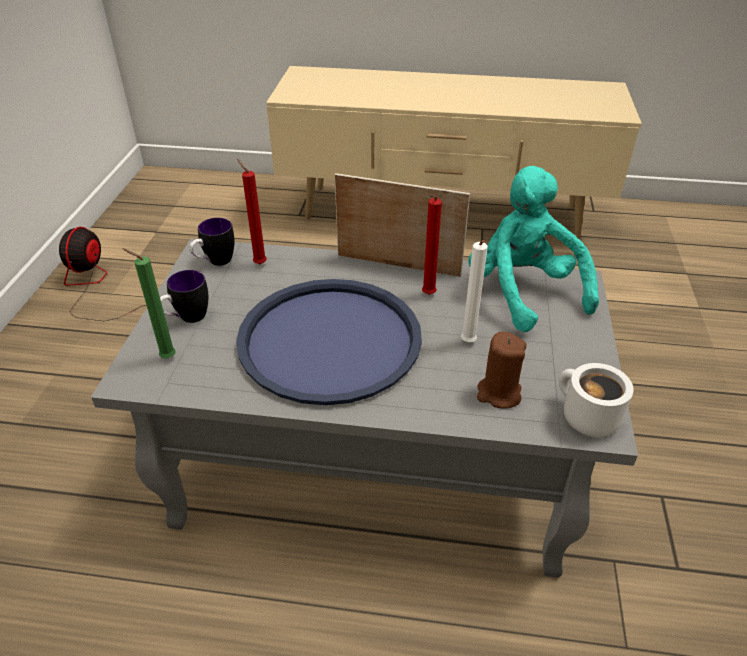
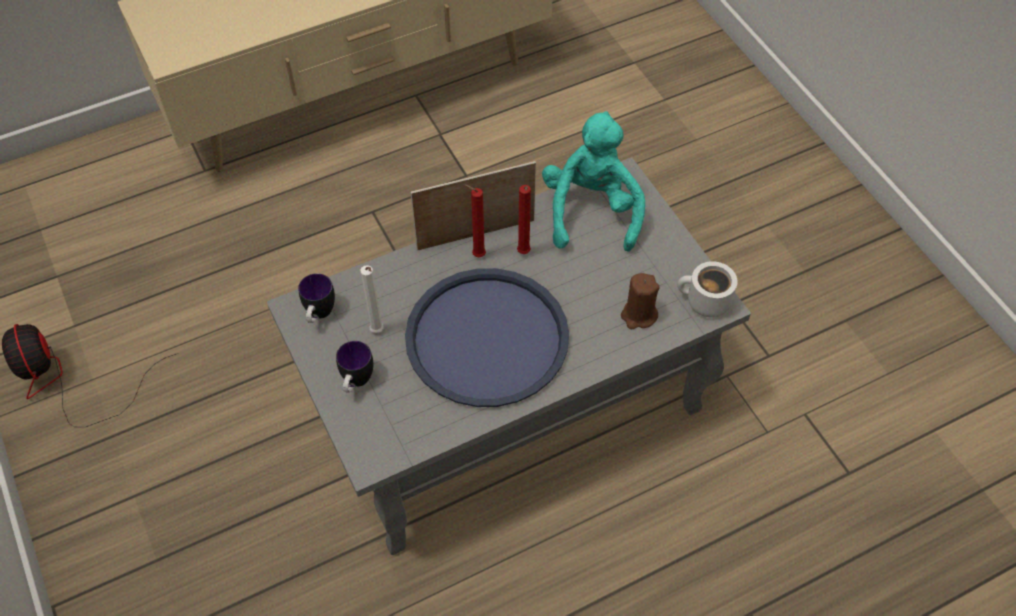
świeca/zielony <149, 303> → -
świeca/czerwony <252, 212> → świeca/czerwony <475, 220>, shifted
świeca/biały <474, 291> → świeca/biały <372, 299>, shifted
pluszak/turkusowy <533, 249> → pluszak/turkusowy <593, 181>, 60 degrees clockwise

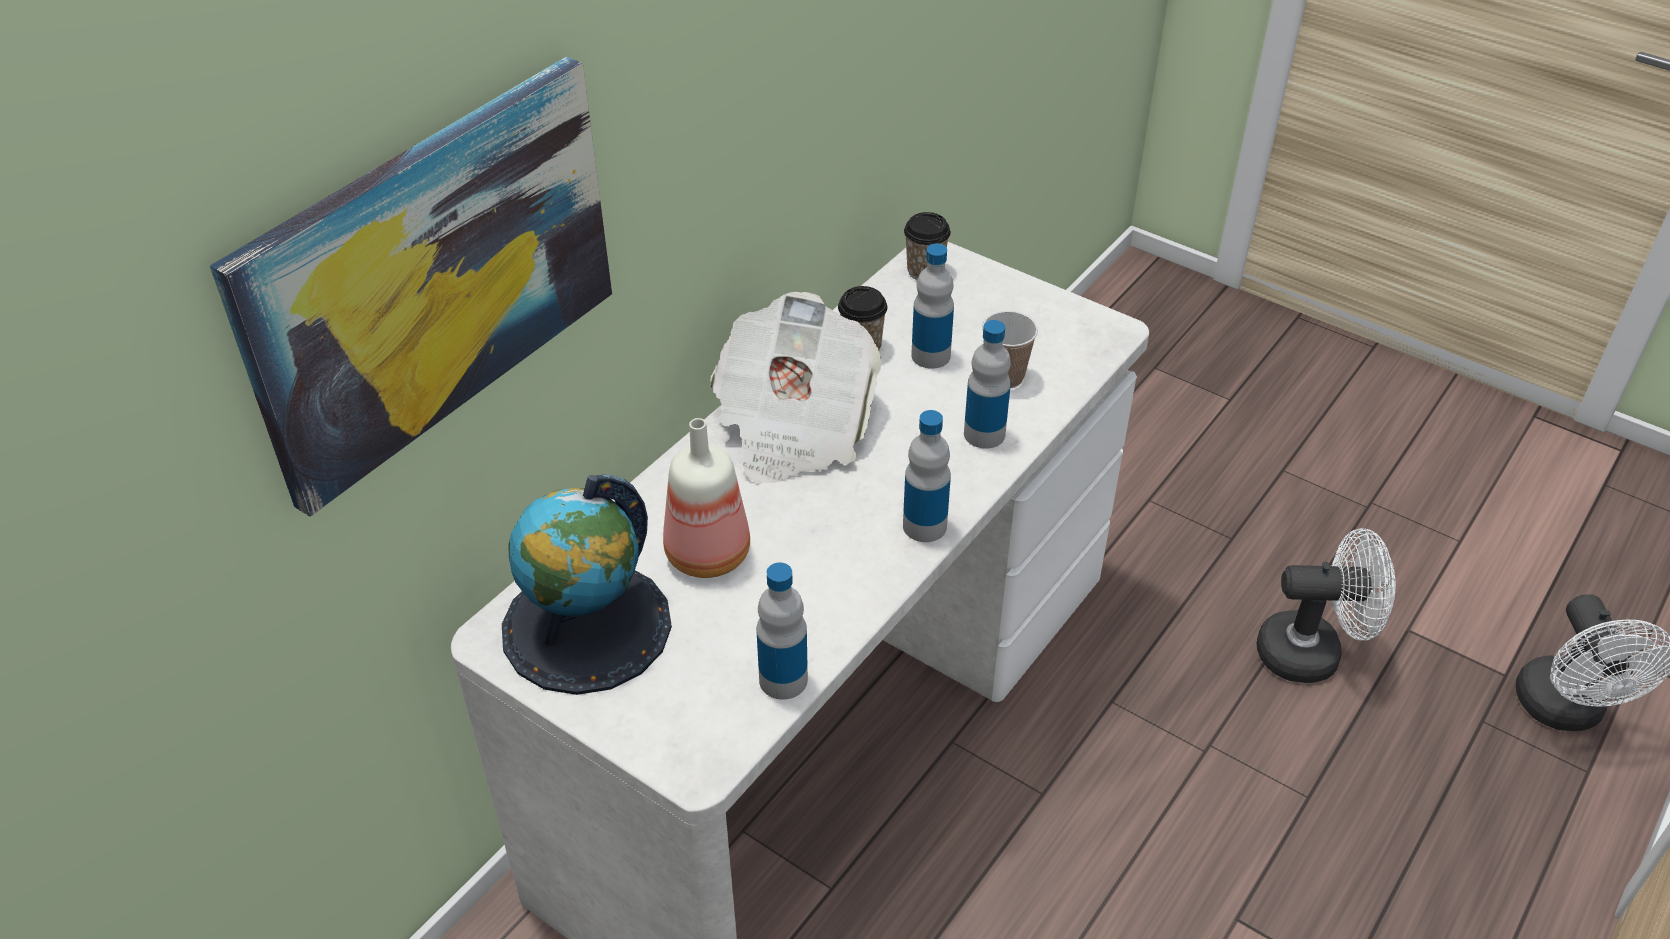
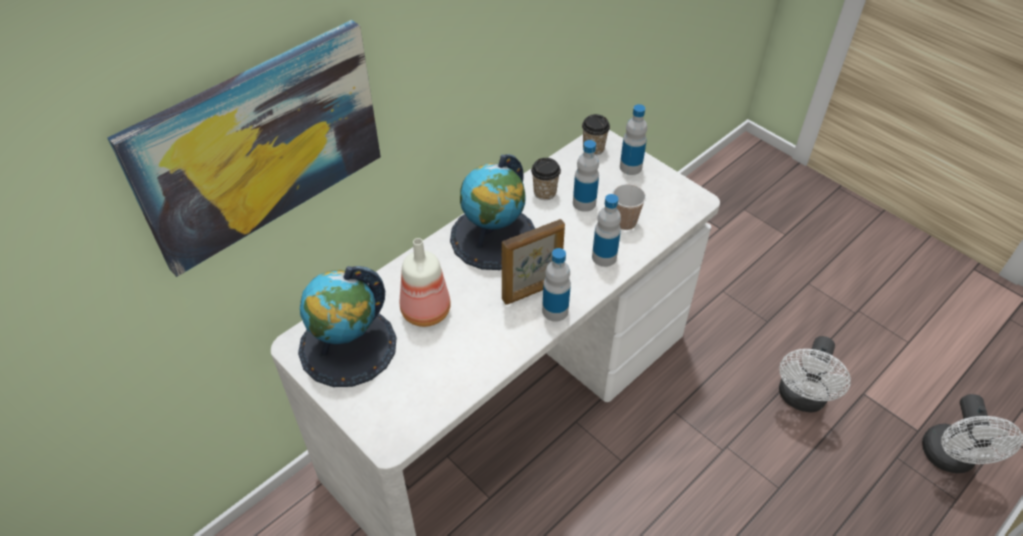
- → ramka na zdjęcie <533, 262>
butelka <782, 631> → butelka <633, 139>, shifted
gazeta <796, 388> → globus <492, 212>
wentylator/biały <1326, 605> → wentylator/biały <814, 374>, 105 degrees clockwise

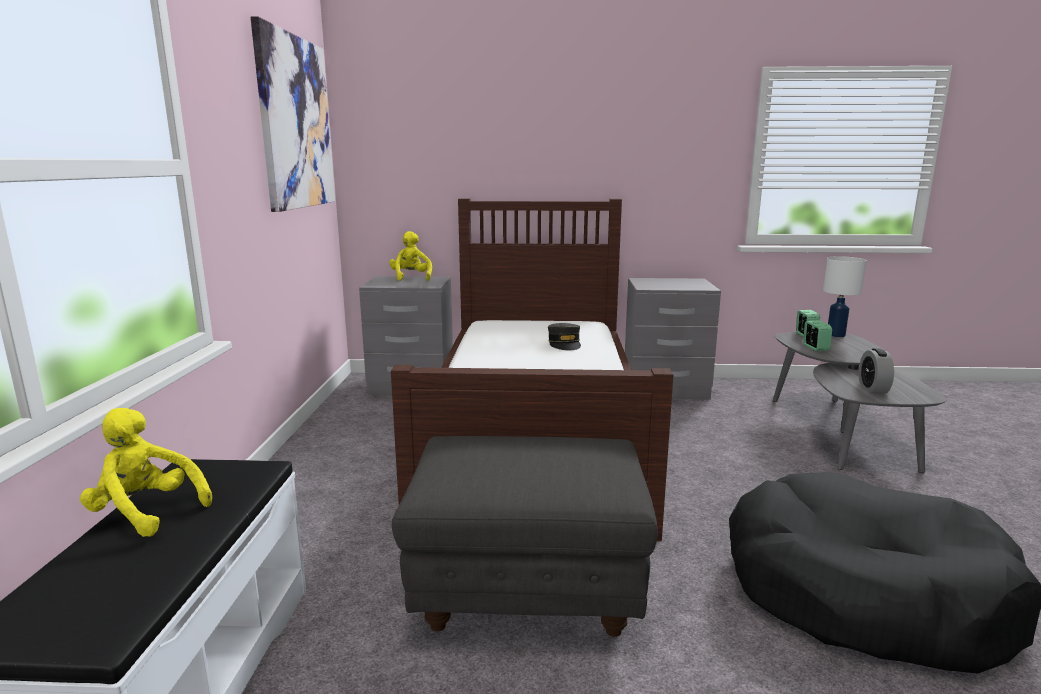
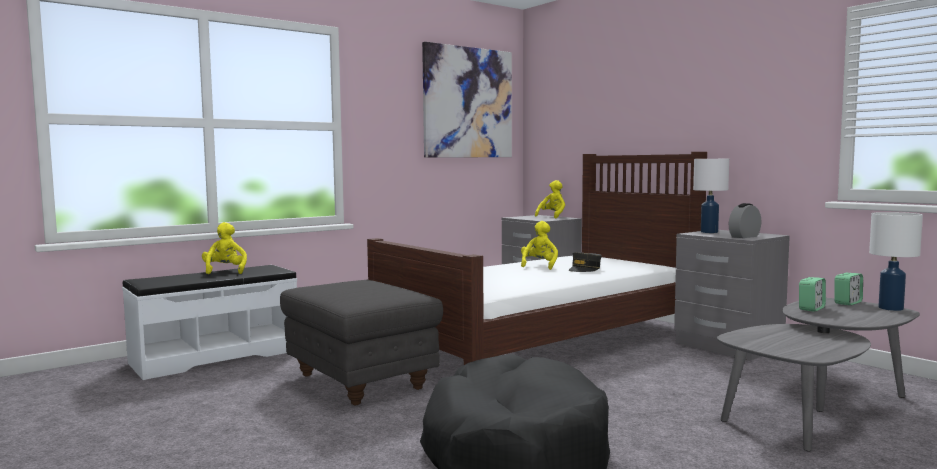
- → pluszak/żółty <539, 245>
- → lampa stołowa/biały <711, 196>
budzik <876, 370> → budzik <745, 220>, shifted

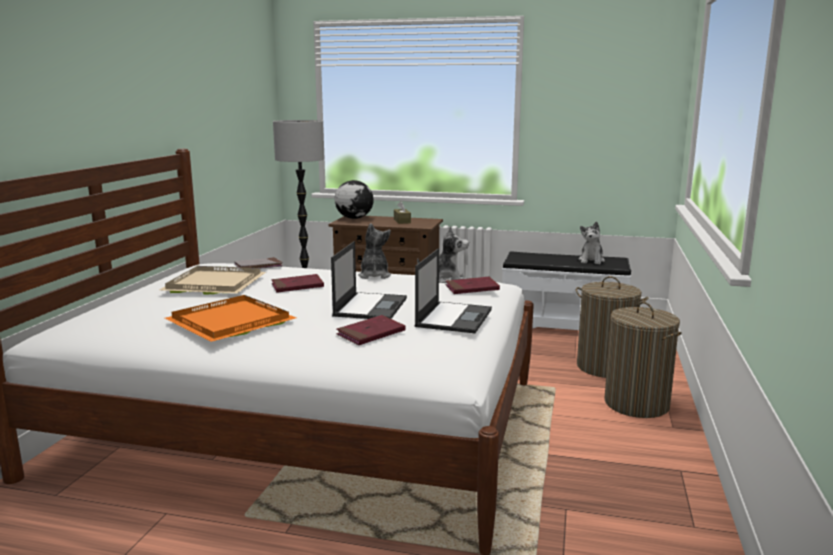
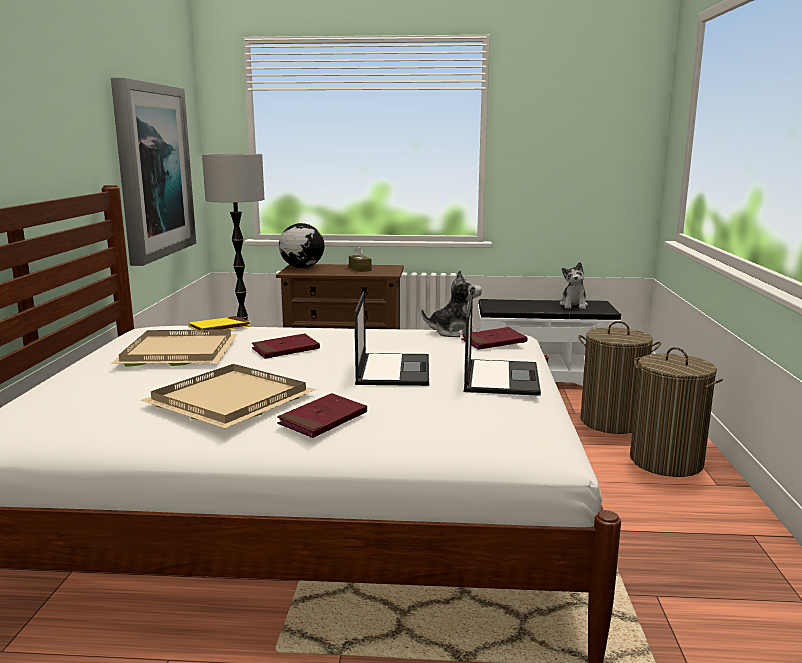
pluszak <374, 251> → -
- → obraz <153, 172>
książka/czerwony <371, 330> → książka/czerwony <322, 415>, shifted
taca/pomarańczowy <230, 318> → taca/beżowy <228, 396>
książka/szary <258, 263> → książka/żółty <220, 324>

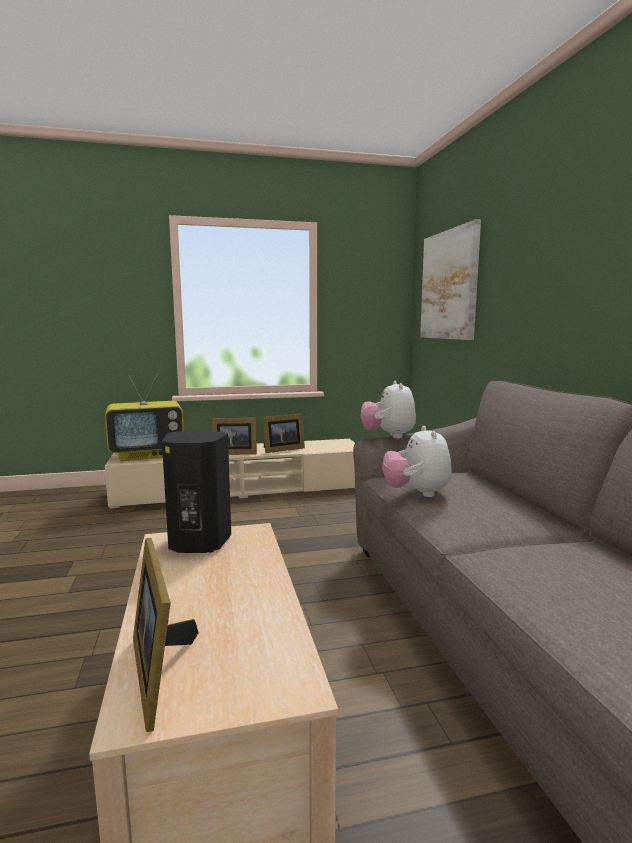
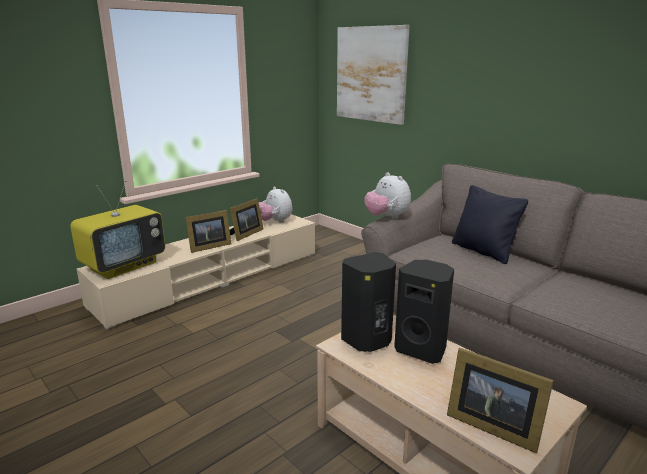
- → głośnik/czarny <424, 312>
- → poduszka/czarny <490, 224>
pluszak <417, 461> → pluszak <275, 205>, shifted

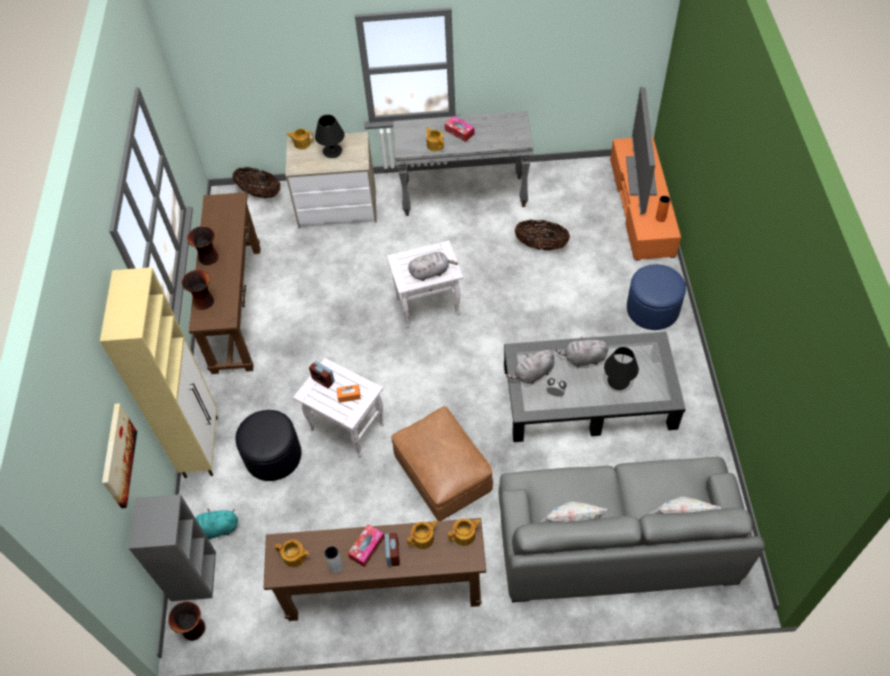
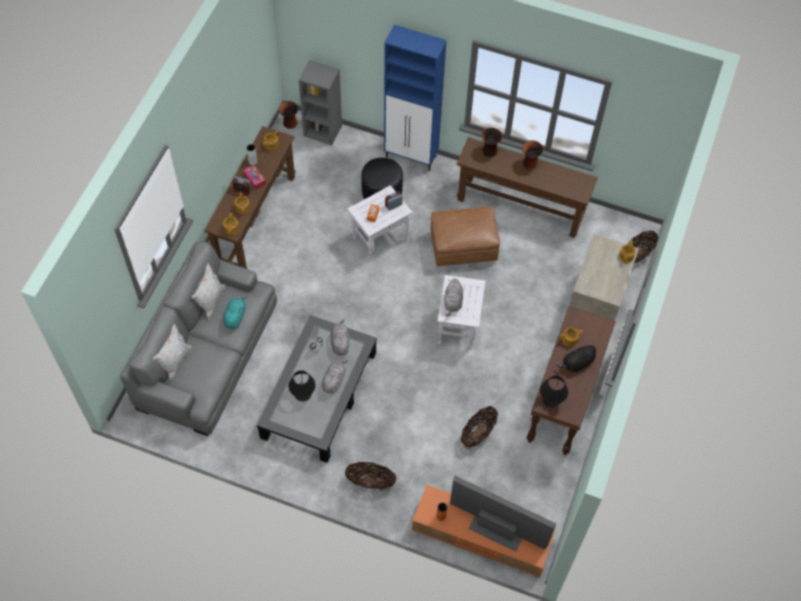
obraz <119, 455> → -
pluszak/turkusowy <216, 524> → pluszak/turkusowy <235, 312>, shifted
lampa stołowa/czarny <330, 136> → lampa stołowa/czarny <554, 391>, shifted
pufa/brązowy <442, 463> → pufa/brązowy <465, 236>, shifted
pudełko chusteczek <459, 129> → pluszak/czarny <576, 357>
pufa/niebieski <656, 297> → koszyk <371, 476>
szafka/beżowy <159, 372> → szafka/niebieski <415, 98>
stolik konsolowy/szary <463, 163> → stolik konsolowy/brązowy <571, 380>

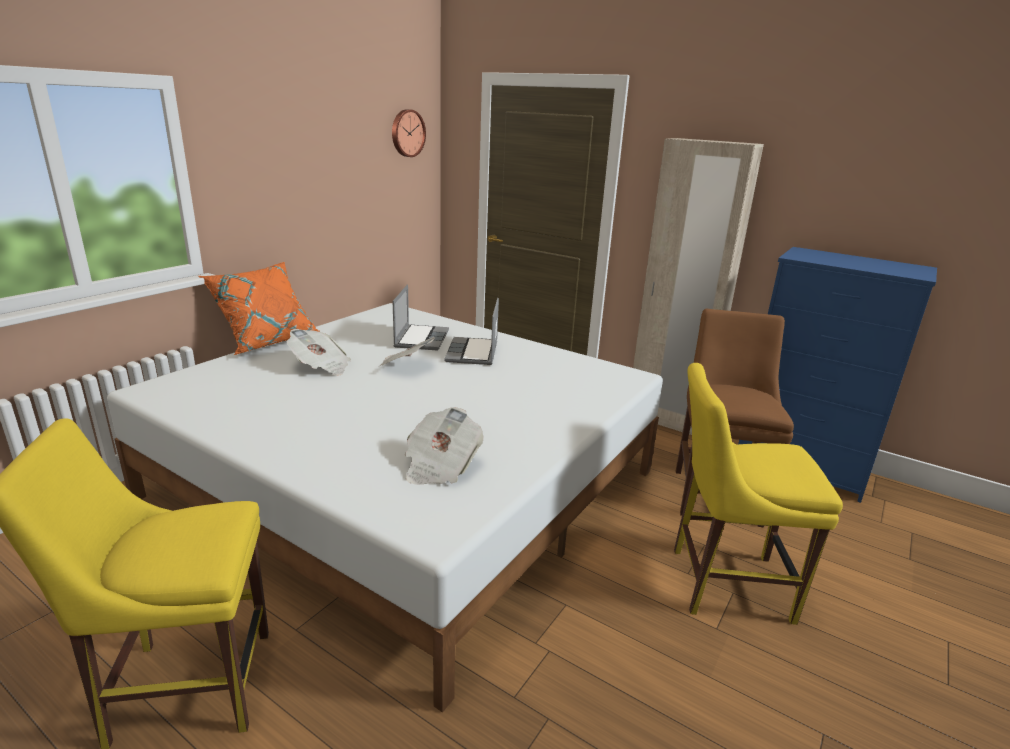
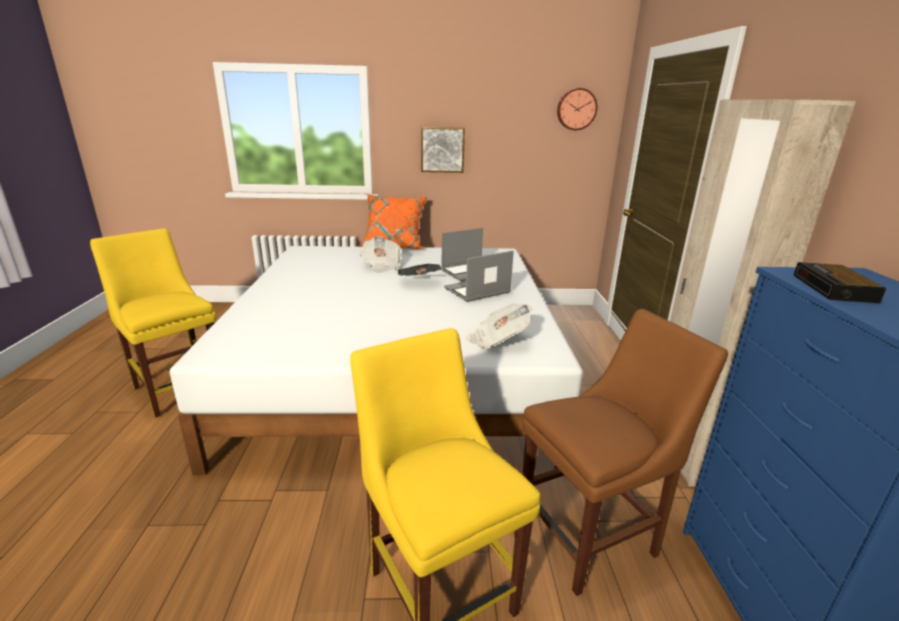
- → obraz <443, 150>
- → budzik <840, 282>
gazeta <444, 446> → gazeta <499, 326>, shifted

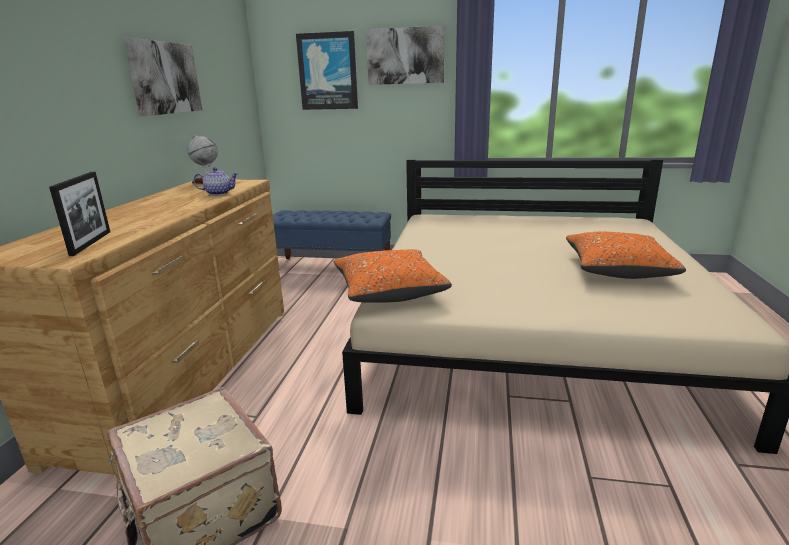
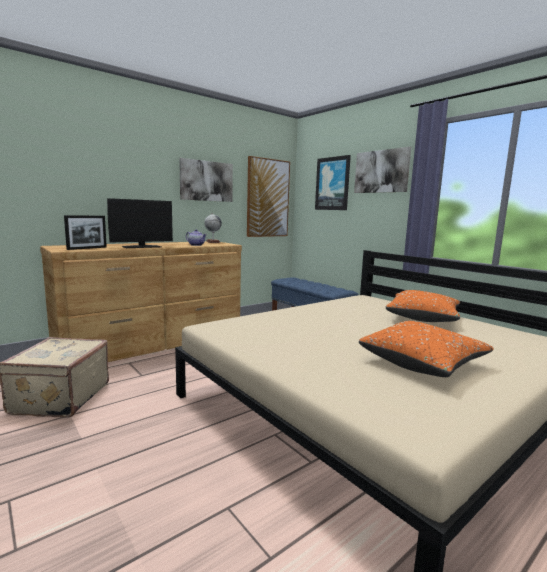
- → monitor <140, 223>
- → obraz <268, 196>
poduszka/pomarańczowy <393, 276> → poduszka/pomarańczowy <423, 306>, shifted

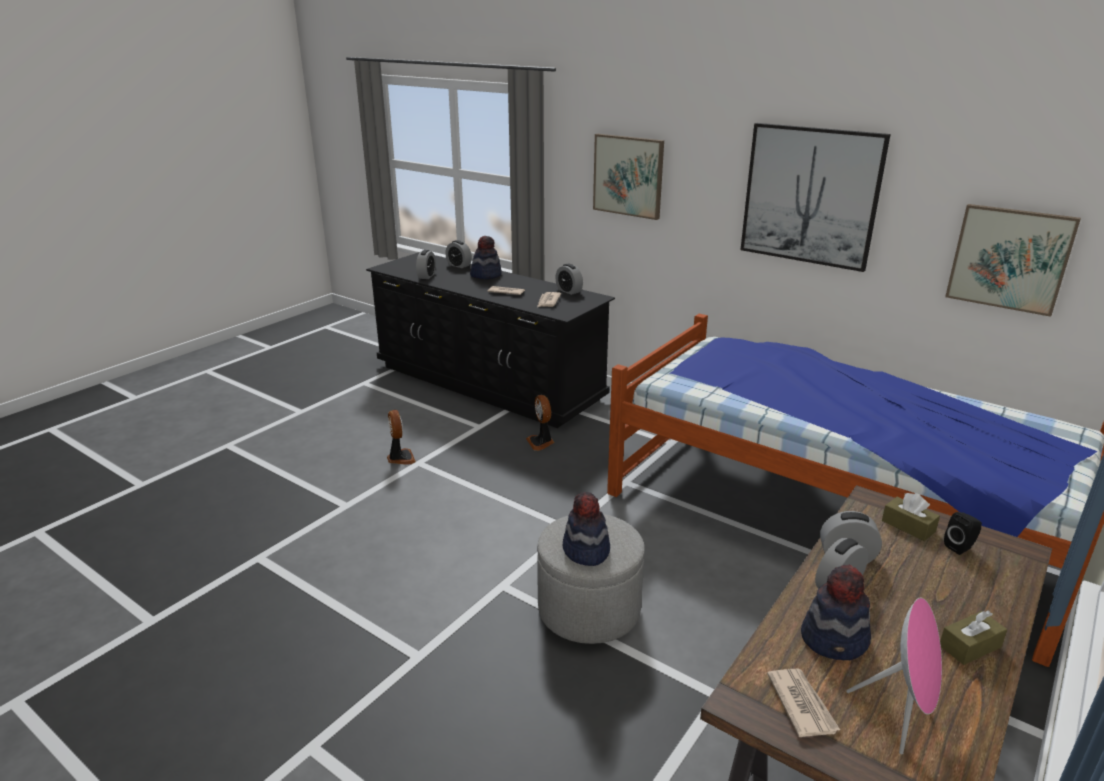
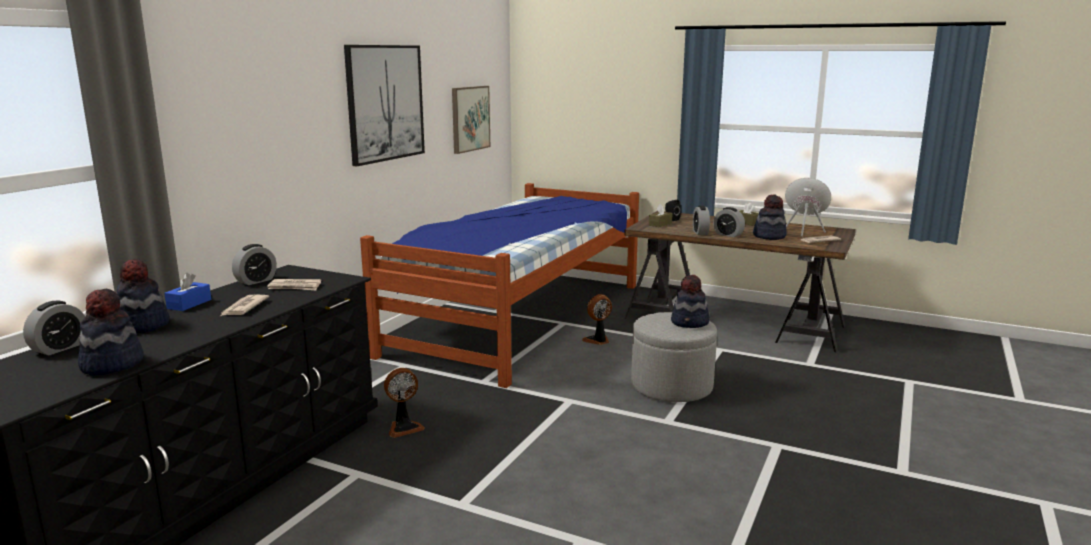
obraz <628, 177> → -
- → pudełko chusteczek/niebieski <187, 292>
wentylator <401, 437> → wentylator <597, 319>, shifted
budzik <426, 264> → kapelusz <111, 332>

